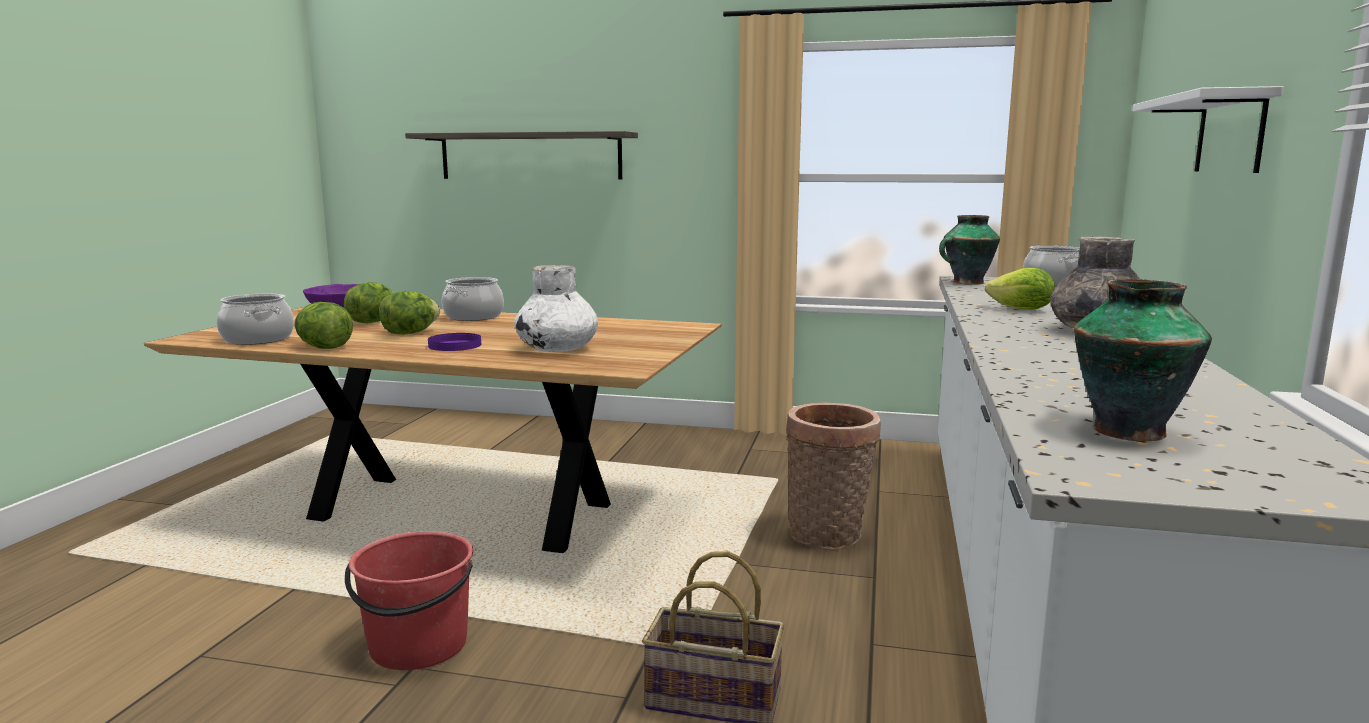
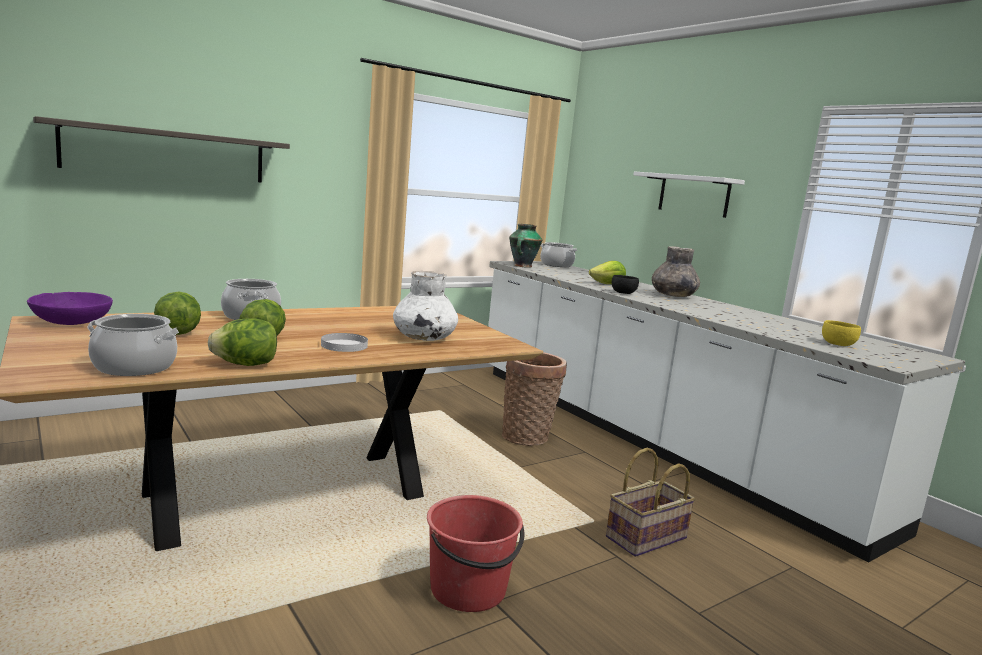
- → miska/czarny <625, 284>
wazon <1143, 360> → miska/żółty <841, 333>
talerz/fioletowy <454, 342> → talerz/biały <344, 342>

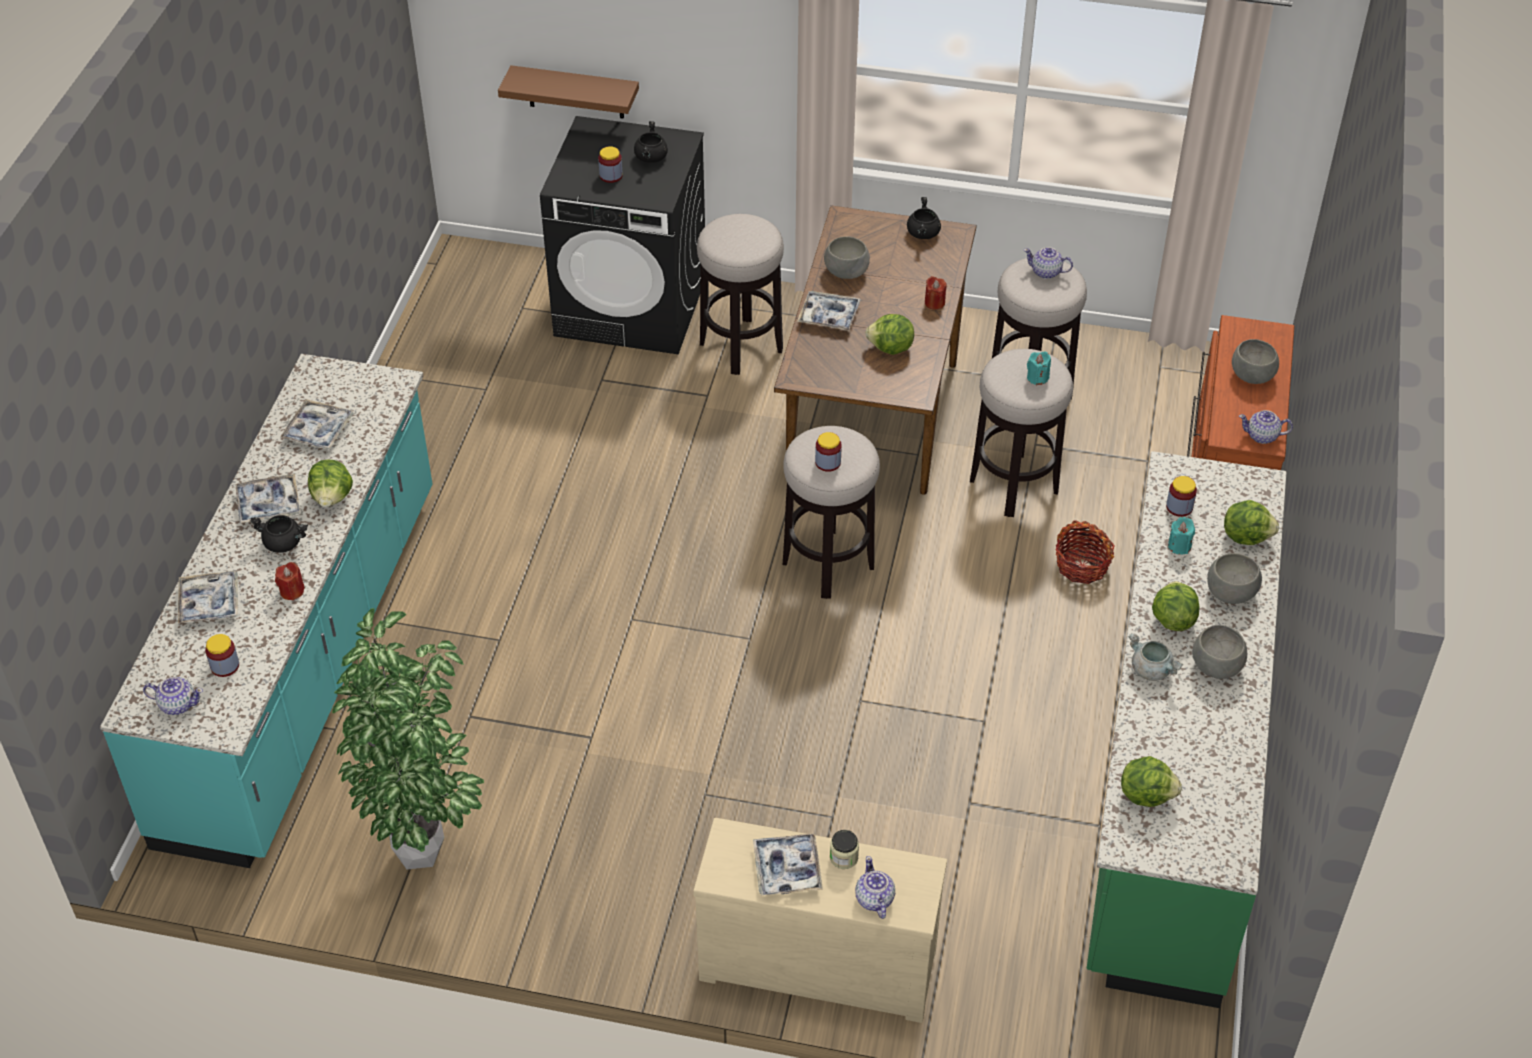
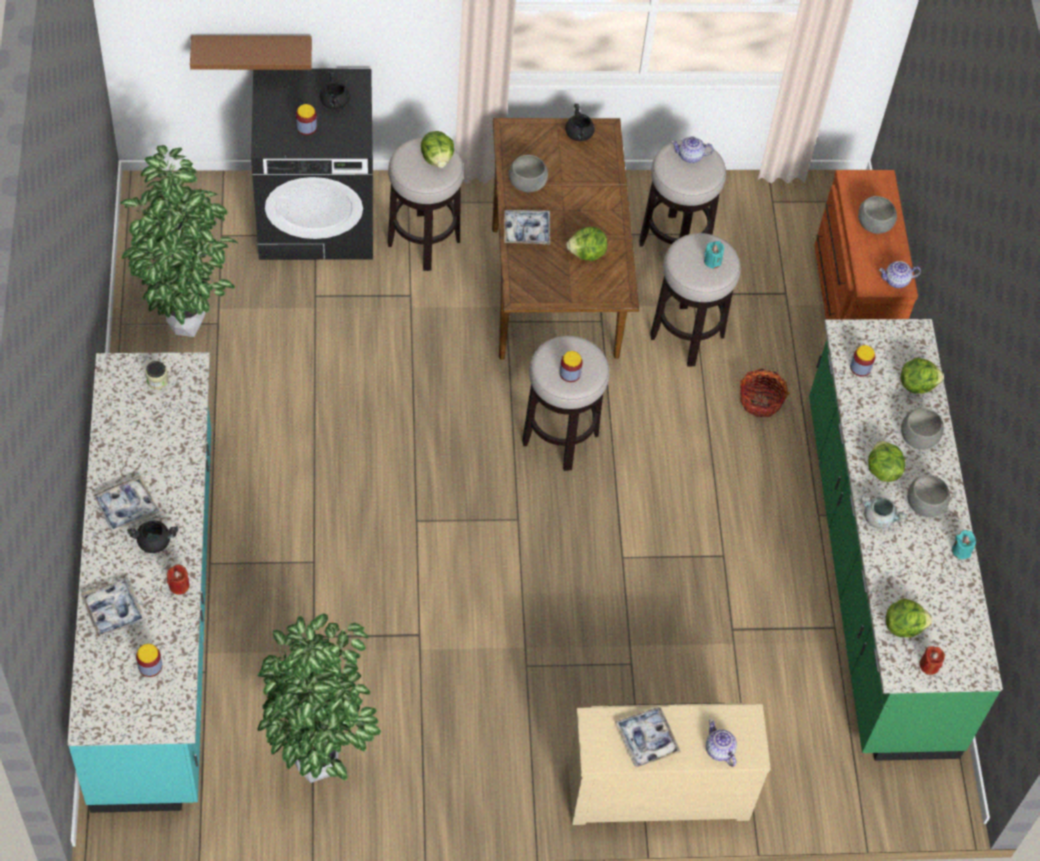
imbryk <173, 696> → -
taca <316, 424> → -
- → roślina doniczkowa <179, 241>
sałata <330, 483> → sałata <437, 149>, shifted
słoik <844, 849> → słoik <157, 375>, shifted
świeca/czerwony <936, 293> → świeca/czerwony <932, 660>, shifted
świeca/turkusowy <1181, 536> → świeca/turkusowy <964, 544>, shifted

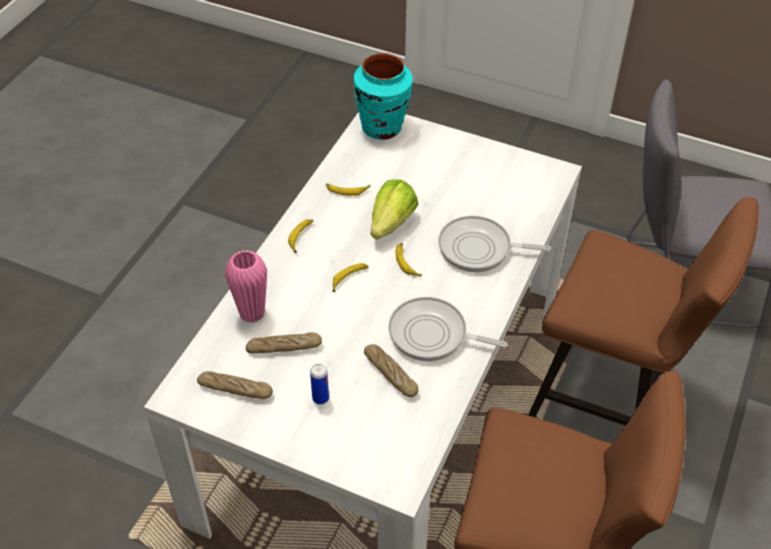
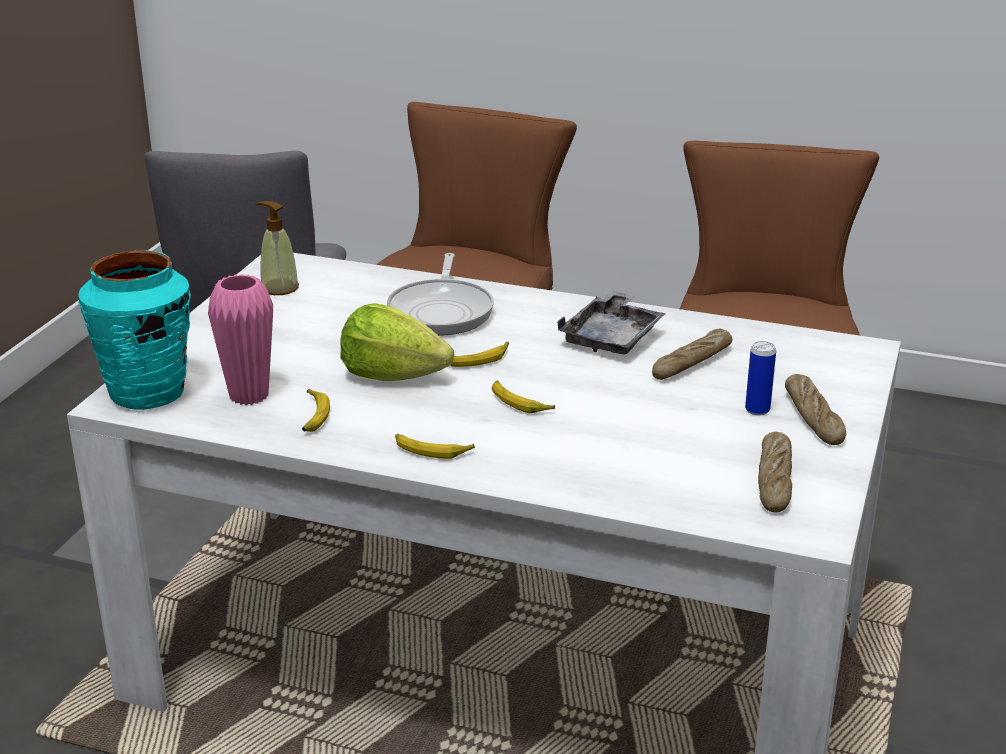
- → dozownik mydła <277, 248>
wazon/różowy <246, 286> → wazon/różowy <240, 339>, shifted
chleb <284, 342> → chleb <815, 409>, shifted
patelnia <448, 329> → taca/szary <611, 322>

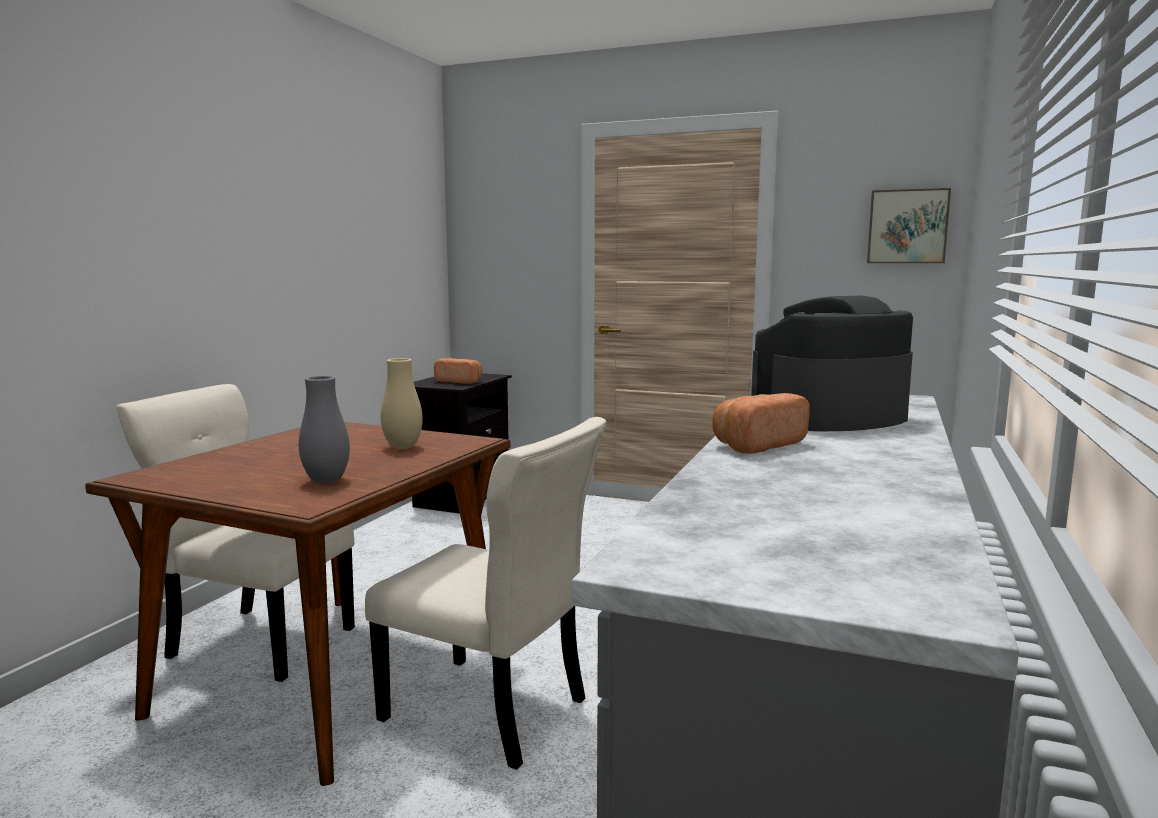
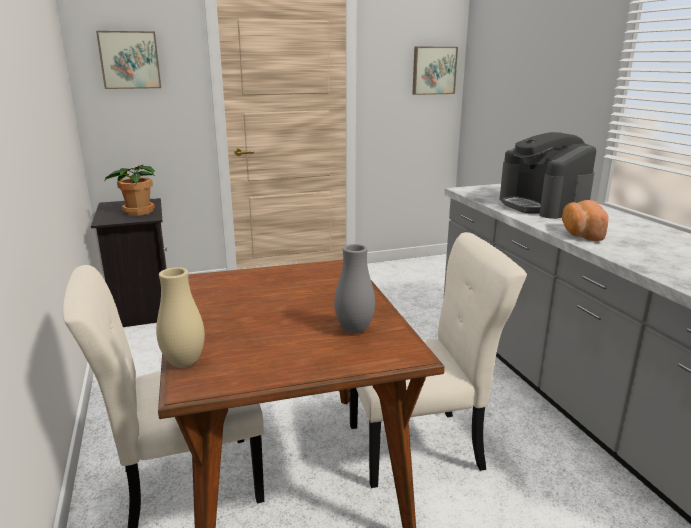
- → obraz <128, 60>
wazon/beżowy <402, 403> → wazon/beżowy <180, 317>, shifted
chleb <458, 371> → roślina doniczkowa <129, 190>
ekspres do kawy <832, 363> → ekspres do kawy <548, 175>, 45 degrees counterclockwise

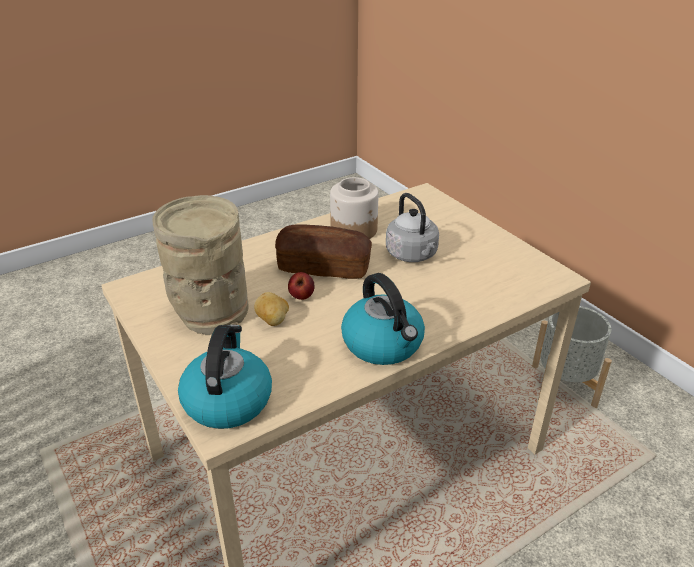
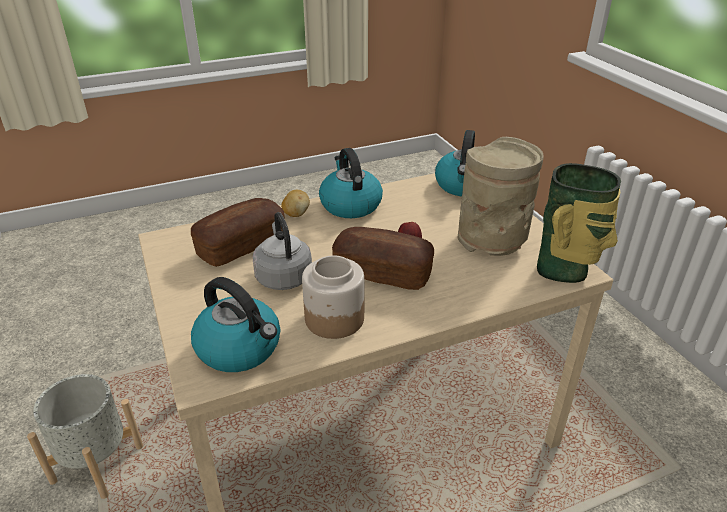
- → chleb <238, 232>
- → czajnik <235, 324>
- → wazon <579, 223>
ziemniak <271, 309> → ziemniak <295, 203>, shifted

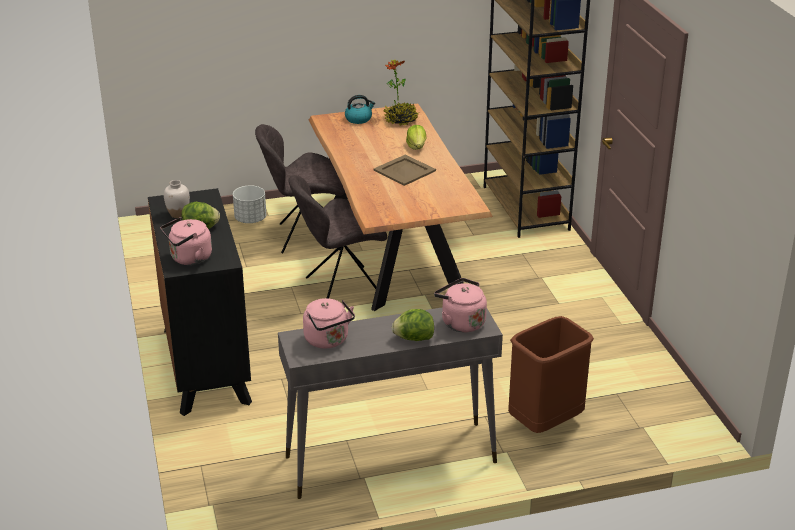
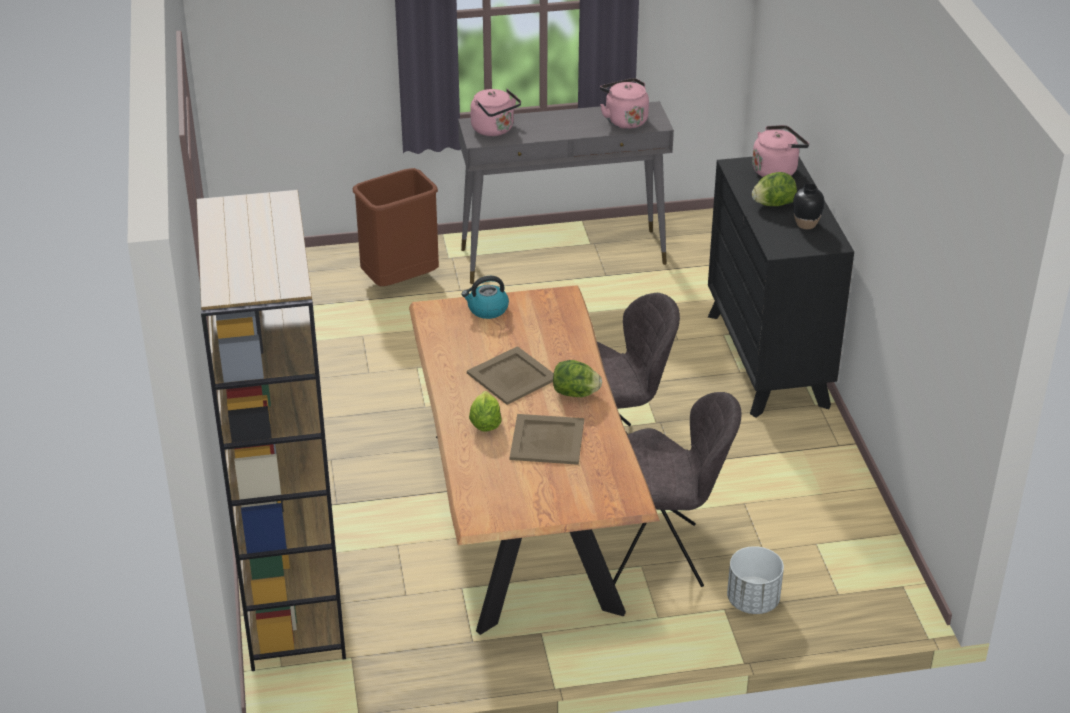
roślina doniczkowa <402, 92> → -
- → taca/beżowy <547, 439>
czajnik <360, 109> → czajnik <485, 297>, shifted
sałata <413, 325> → sałata <577, 378>, shifted
wazon/biały <177, 199> → wazon/czarny <808, 206>

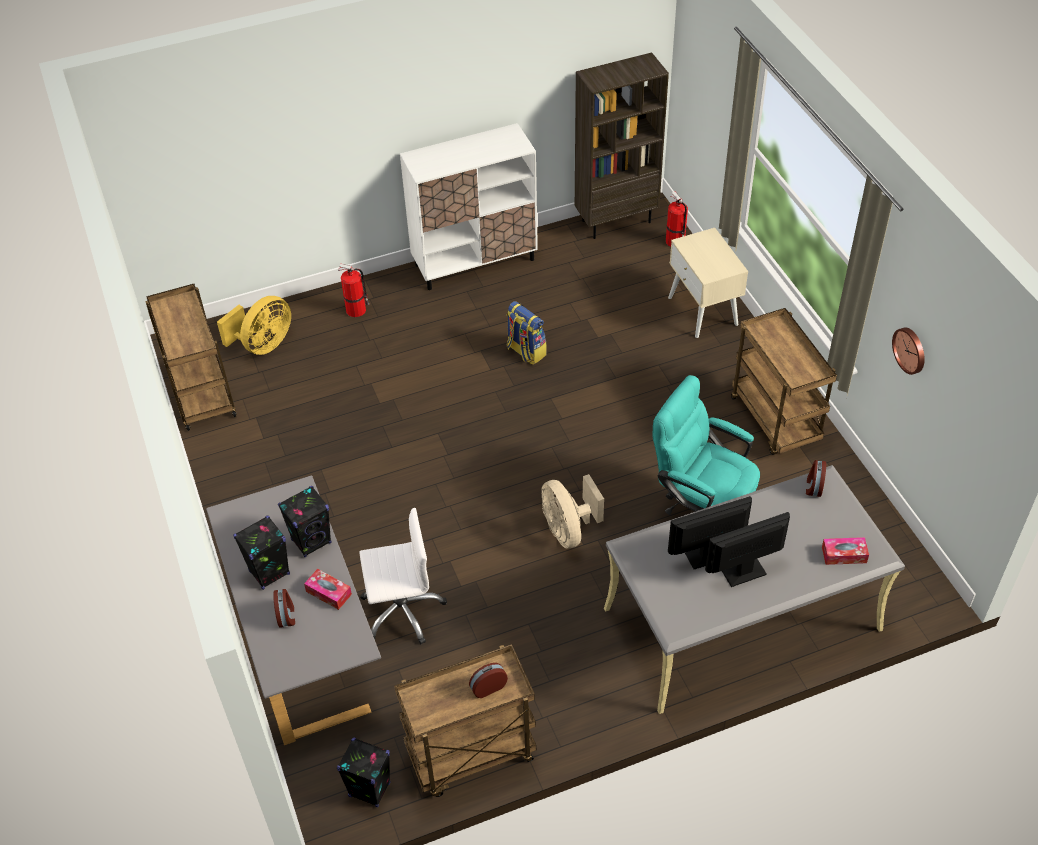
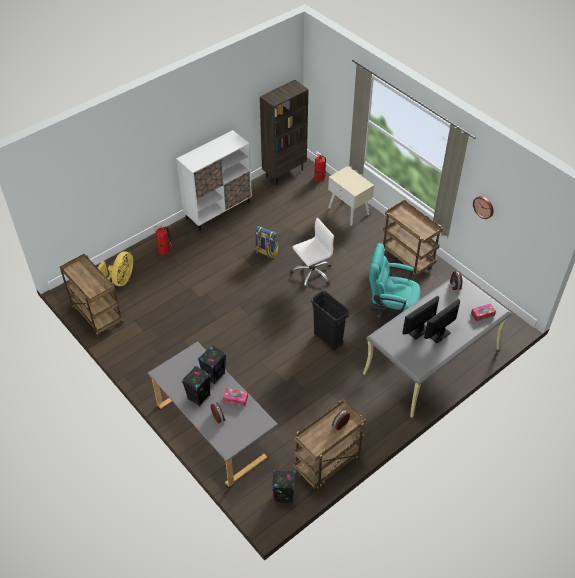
krzesło biurowe/biały <403, 576> → krzesło biurowe/biały <312, 253>, shifted
wentylator/beżowy <572, 511> → kosz na śmieci/czarny <330, 320>

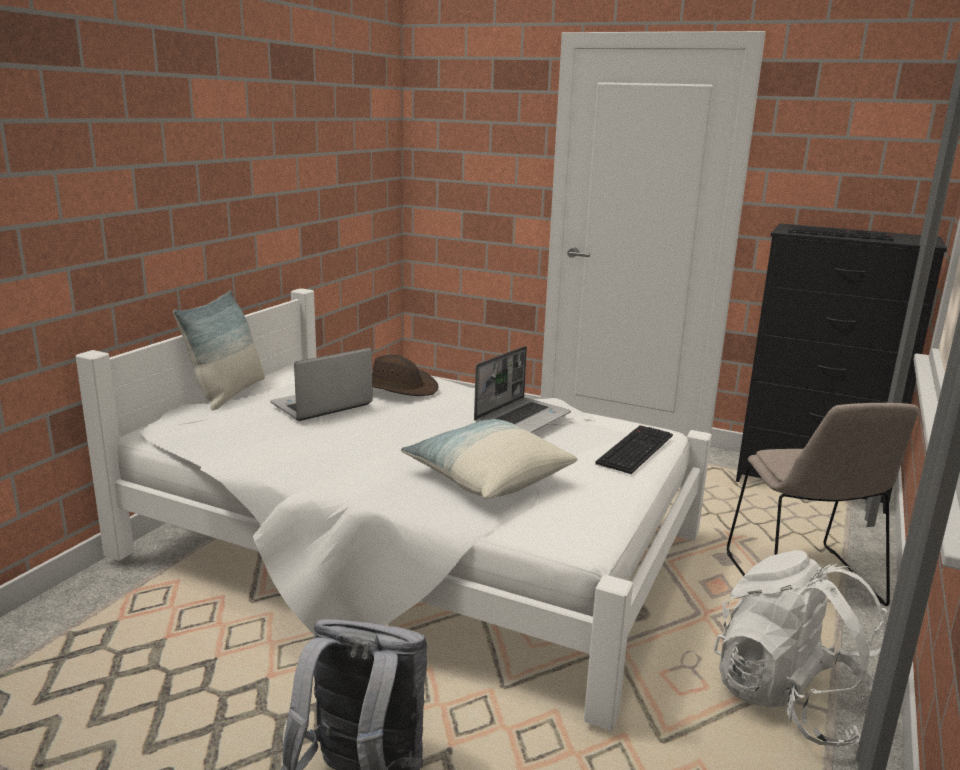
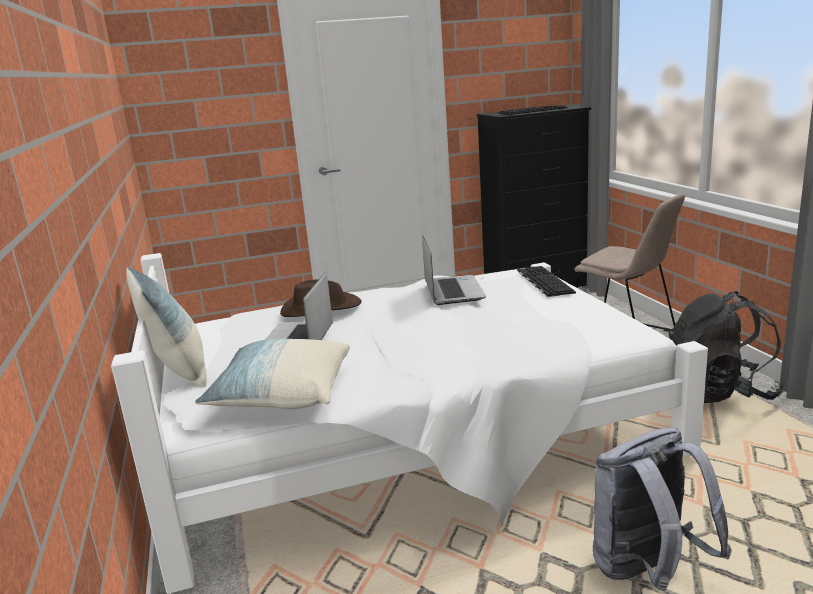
poduszka <489, 459> → poduszka <272, 374>, shifted
plecak/biały <801, 648> → plecak/czarny <727, 347>

